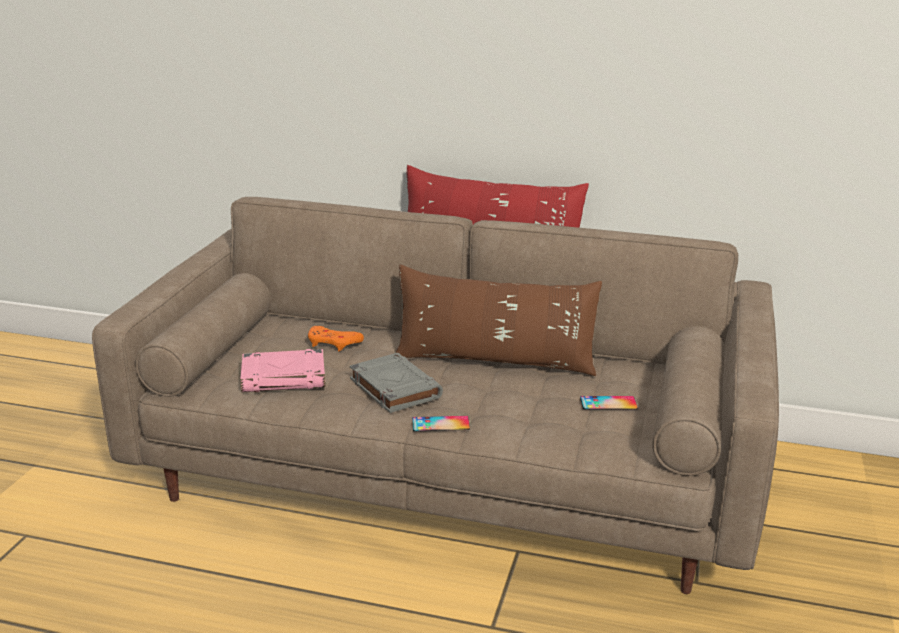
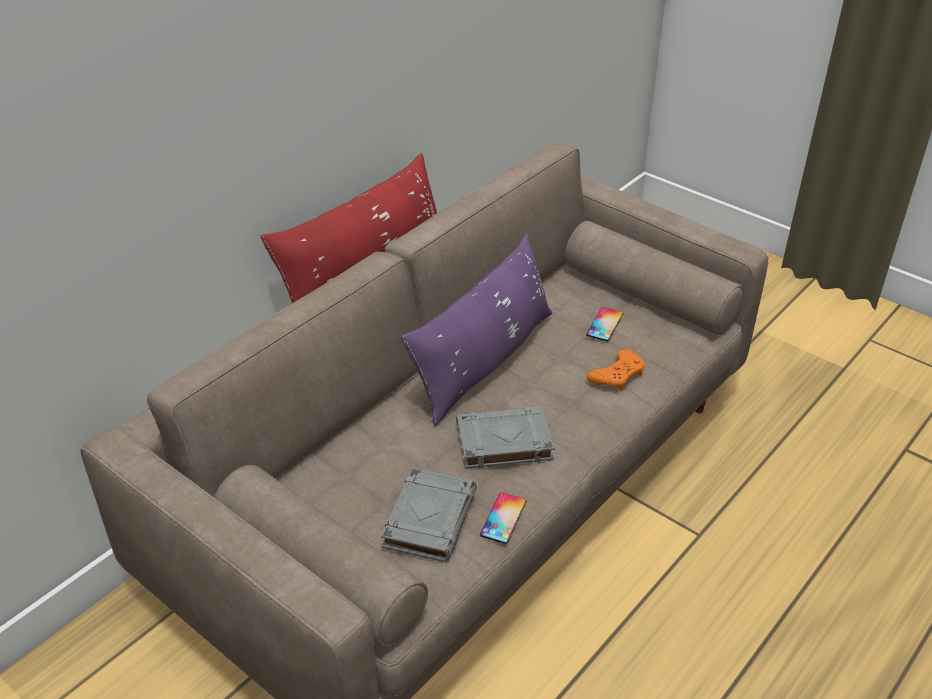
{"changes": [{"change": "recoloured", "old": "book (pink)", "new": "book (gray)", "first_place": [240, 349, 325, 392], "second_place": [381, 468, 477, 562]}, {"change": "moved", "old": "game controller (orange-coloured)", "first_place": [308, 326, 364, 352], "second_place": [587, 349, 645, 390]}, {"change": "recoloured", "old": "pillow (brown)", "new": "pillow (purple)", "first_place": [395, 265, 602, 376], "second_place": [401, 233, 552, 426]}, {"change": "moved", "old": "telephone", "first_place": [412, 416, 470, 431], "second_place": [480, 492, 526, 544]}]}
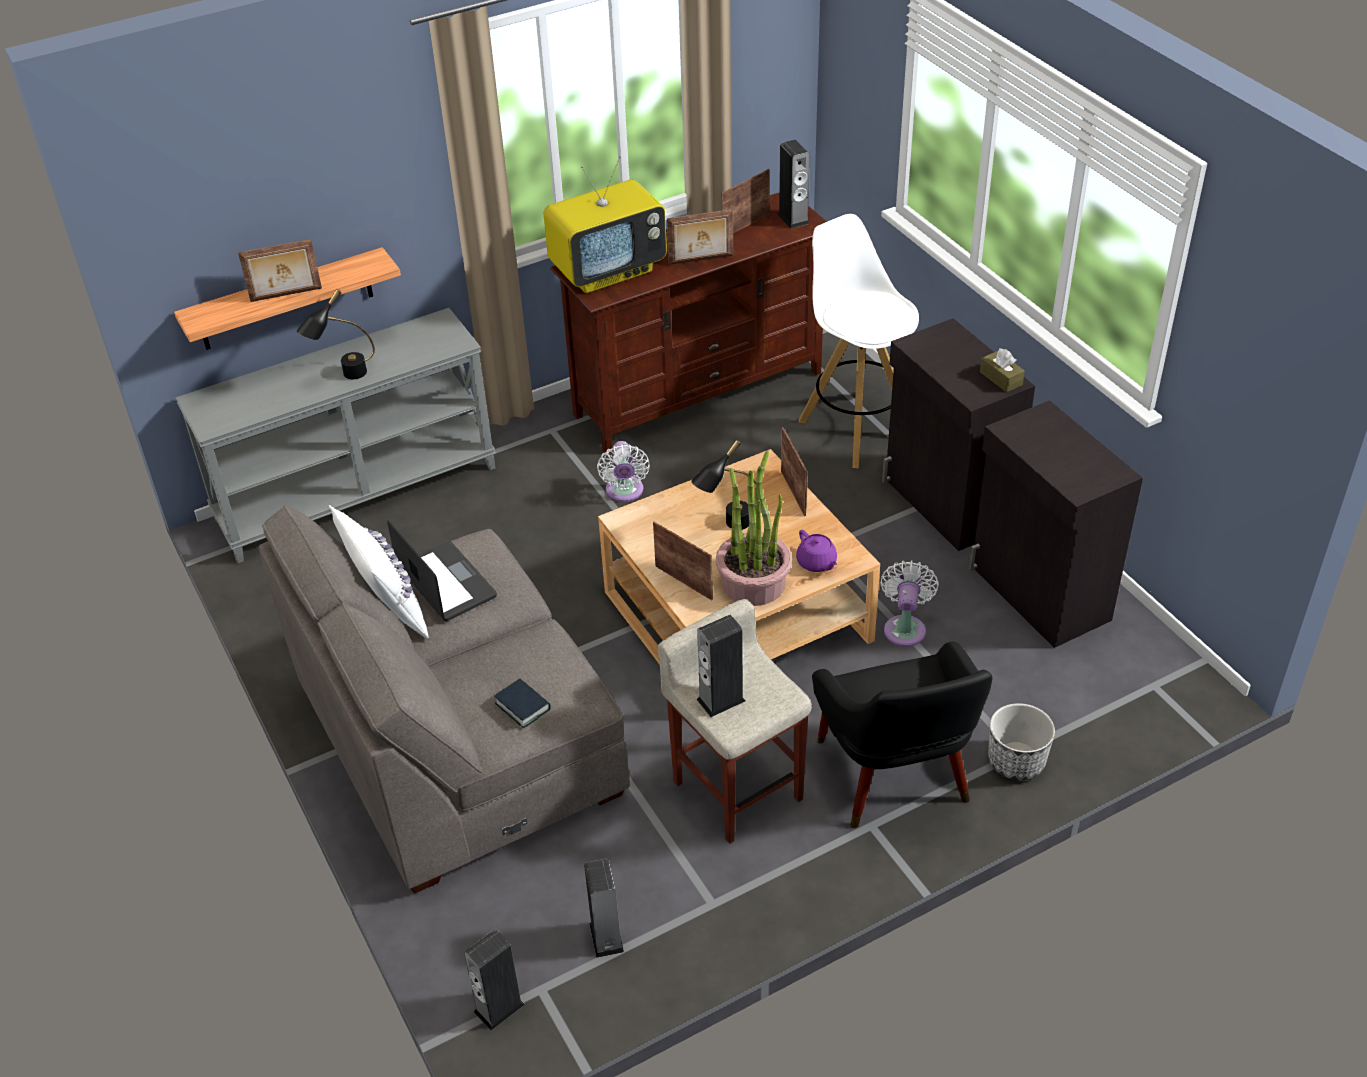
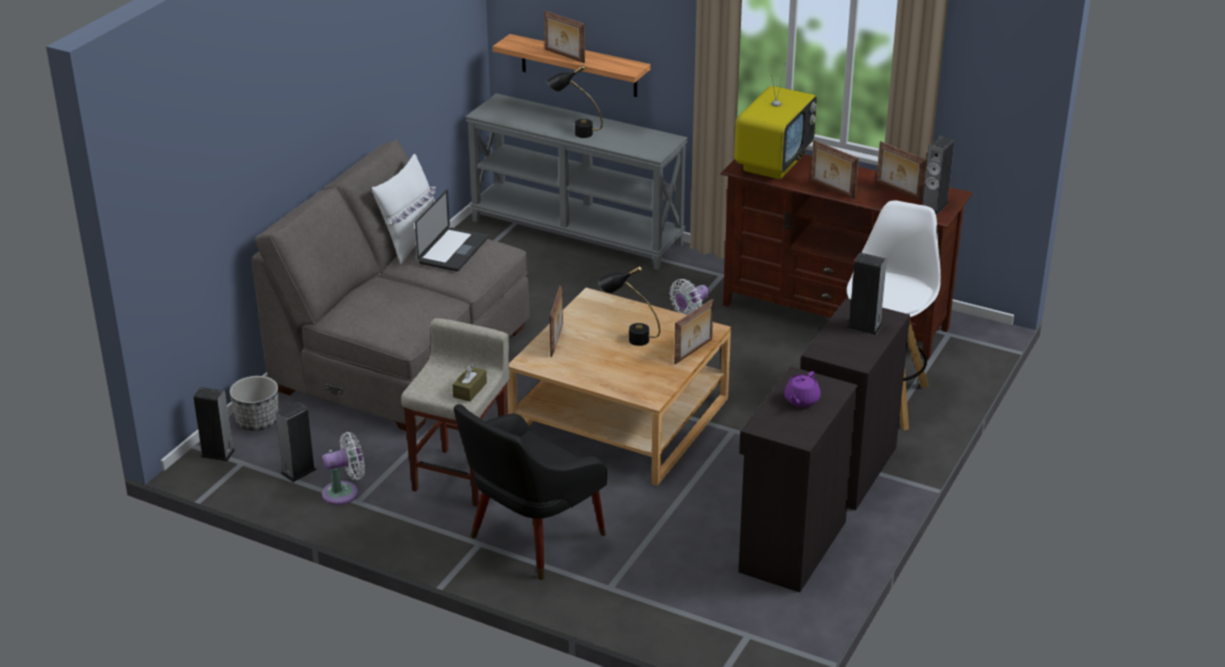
{"changes": [{"change": "removed", "old": "book", "first_place": [494, 679, 551, 729]}, {"change": "turned", "old": "TV set", "first_place": [544, 156, 667, 293], "second_place": [734, 62, 817, 179], "degrees": -90}, {"change": "moved", "old": "speaker", "first_place": [697, 615, 746, 717], "second_place": [847, 252, 887, 335]}, {"change": "removed", "old": "plant in a pot", "first_place": [716, 451, 792, 606]}, {"change": "turned", "old": "standing frame", "first_place": [722, 169, 770, 233], "second_place": [876, 141, 927, 201], "degrees": -150}, {"change": "moved", "old": "teapot (purple)", "first_place": [796, 530, 837, 572], "second_place": [784, 371, 821, 407]}, {"change": "moved", "old": "electric fan (white)", "first_place": [880, 560, 939, 647], "second_place": [322, 432, 365, 505]}, {"change": "moved", "old": "tissue box (brown)", "first_place": [980, 348, 1025, 392], "second_place": [452, 363, 487, 402]}, {"change": "moved", "old": "flower pot", "first_place": [988, 703, 1055, 780], "second_place": [230, 376, 279, 431]}]}
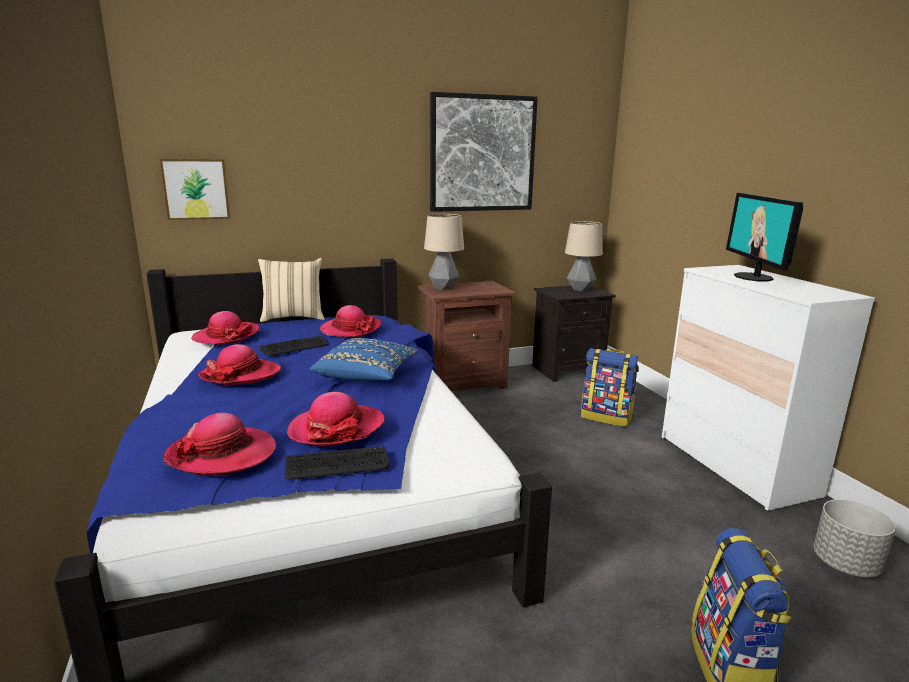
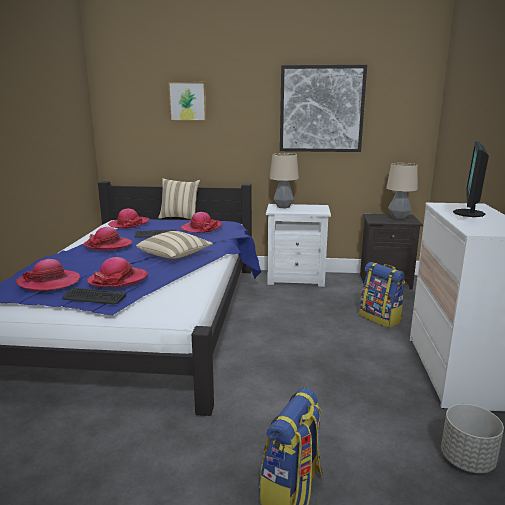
{"changes": [{"change": "moved", "old": "picture", "first_place": [160, 159, 230, 220], "second_place": [168, 82, 207, 121]}, {"change": "recoloured", "old": "pillow (bluish)", "new": "pillow (beige)", "first_place": [310, 338, 420, 381], "second_place": [136, 231, 213, 259]}, {"change": "recoloured", "old": "nightstand (brown)", "new": "nightstand (white)", "first_place": [417, 281, 516, 392], "second_place": [266, 204, 331, 287]}]}
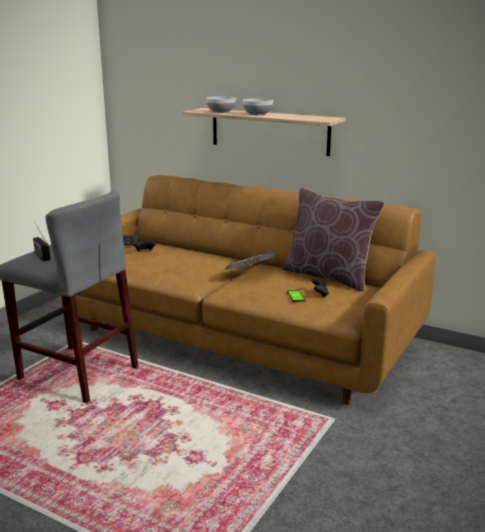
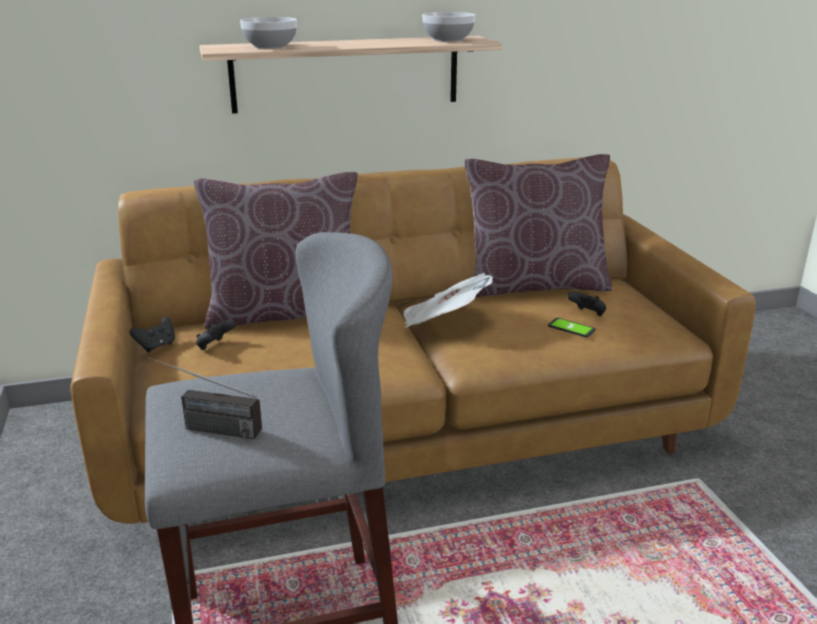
{"changes": [{"change": "moved", "old": "serving bowl", "first_place": [243, 98, 273, 115], "second_place": [422, 12, 475, 42]}, {"change": "added", "new": "pillow (brown)", "second_place": [194, 172, 358, 329]}]}
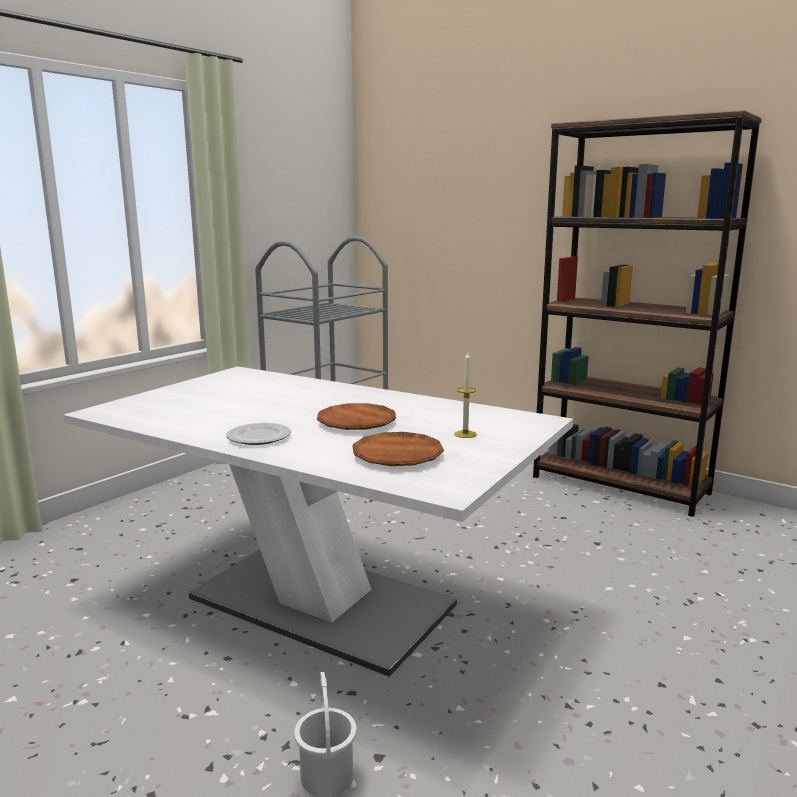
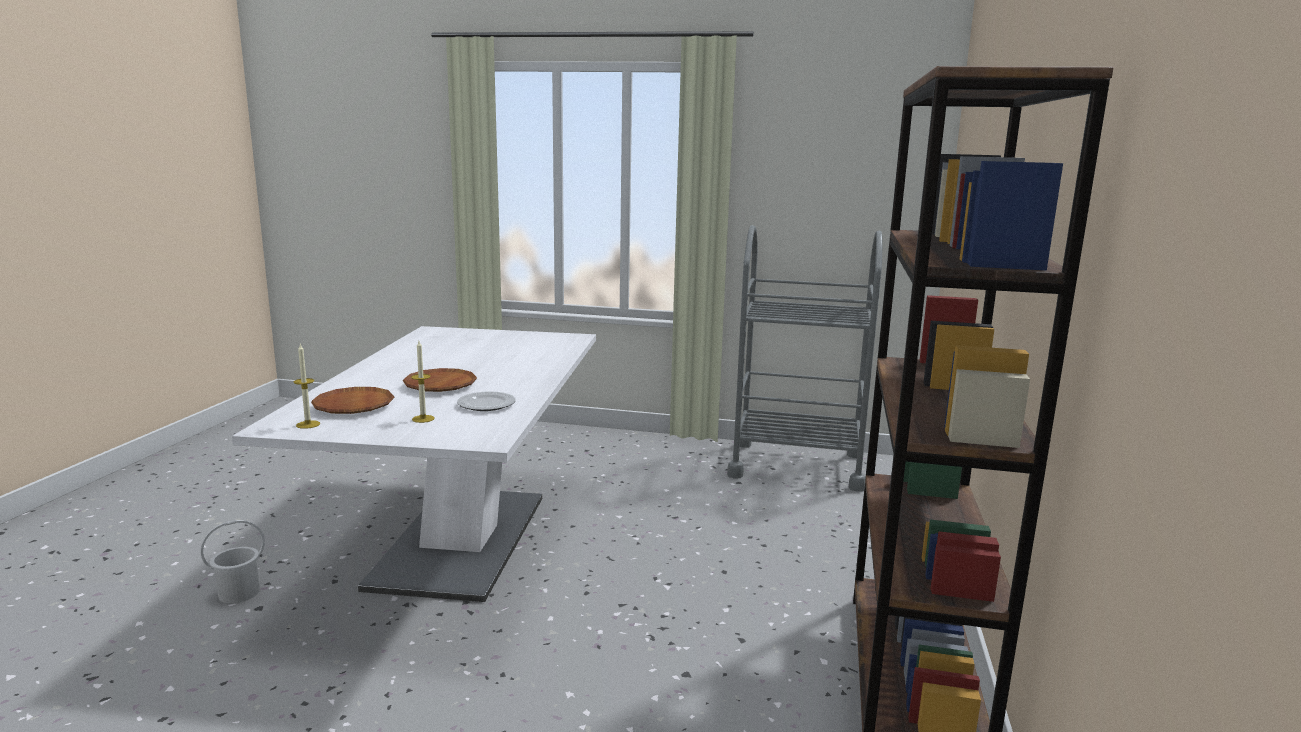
{"changes": [{"change": "moved", "old": "plate", "first_place": [226, 423, 291, 445], "second_place": [457, 391, 516, 411]}, {"change": "added", "new": "candle", "second_place": [294, 344, 320, 429]}]}
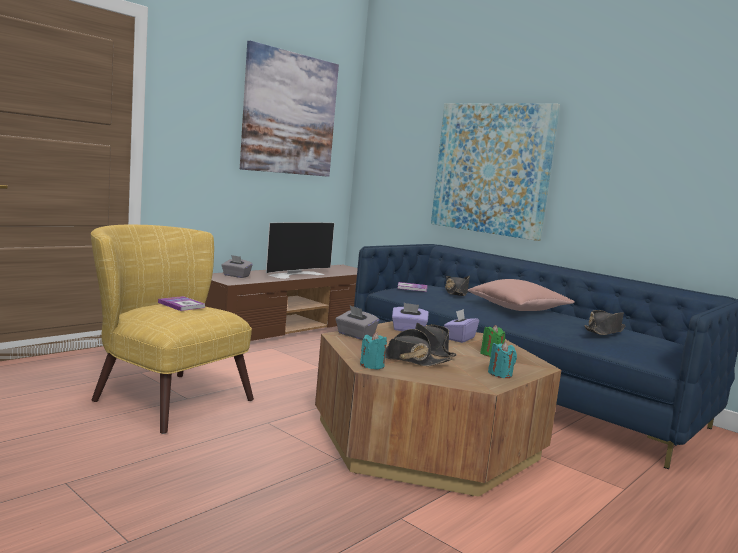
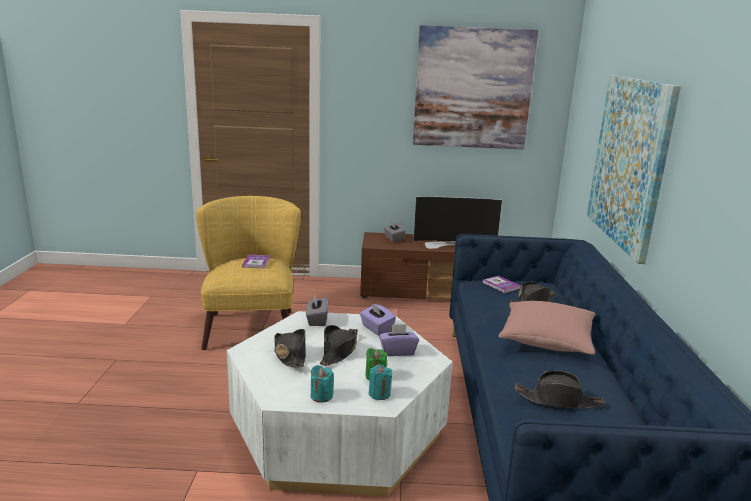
{"changes": [{"change": "recoloured", "old": "coffee table (brown)", "new": "coffee table (white)", "first_place": [315, 321, 561, 497], "second_place": [227, 311, 453, 496]}, {"change": "moved", "old": "candle (turquoise)", "first_place": [360, 332, 387, 370], "second_place": [369, 364, 392, 400]}]}
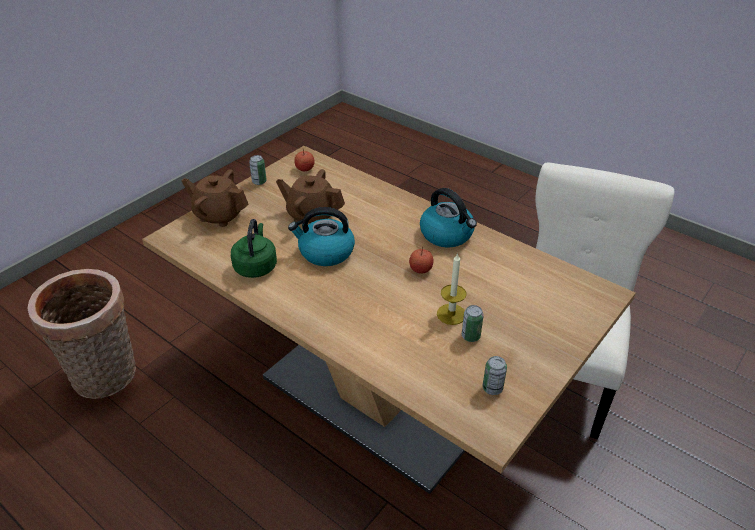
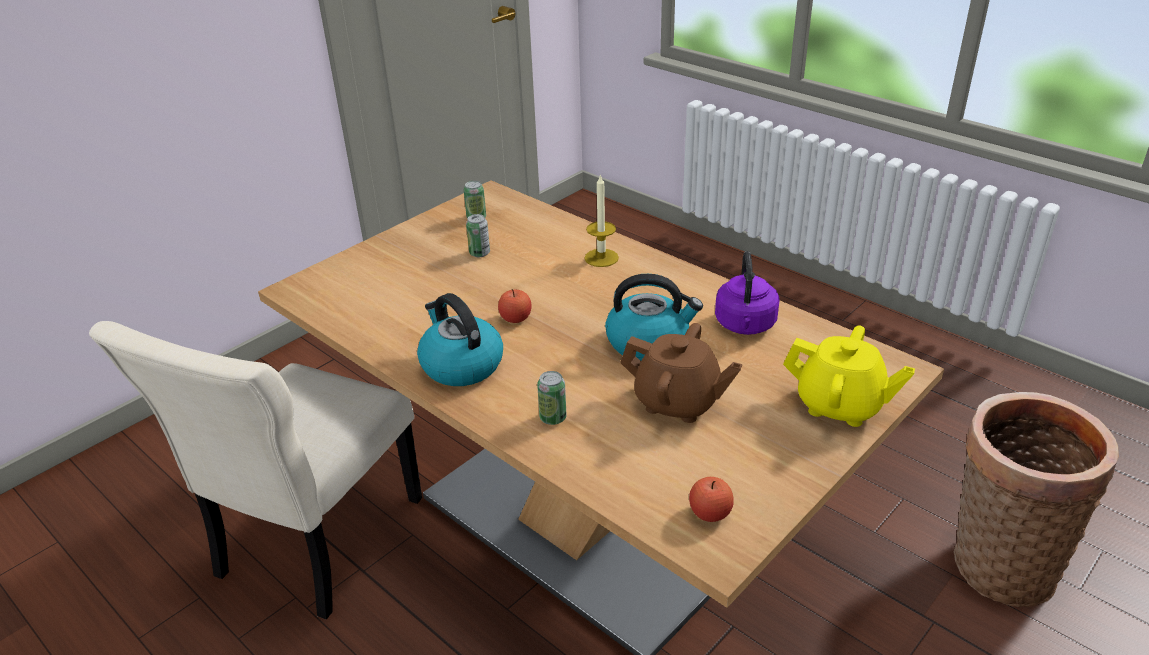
{"changes": [{"change": "recoloured", "old": "teapot (brown)", "new": "teapot (yellow-coloured)", "first_place": [182, 169, 249, 227], "second_place": [783, 326, 915, 427]}, {"change": "recoloured", "old": "water kettle (green)", "new": "water kettle (purple)", "first_place": [231, 219, 277, 278], "second_place": [715, 251, 780, 335]}, {"change": "moved", "old": "can", "first_place": [249, 155, 267, 185], "second_place": [537, 371, 567, 425]}, {"change": "moved", "old": "candle", "first_place": [437, 253, 466, 325], "second_place": [584, 174, 619, 267]}]}
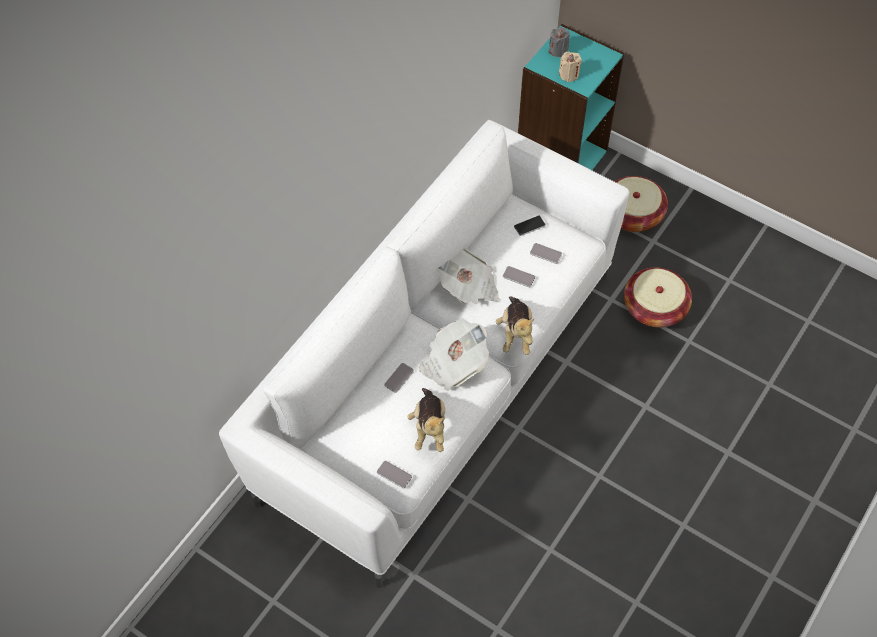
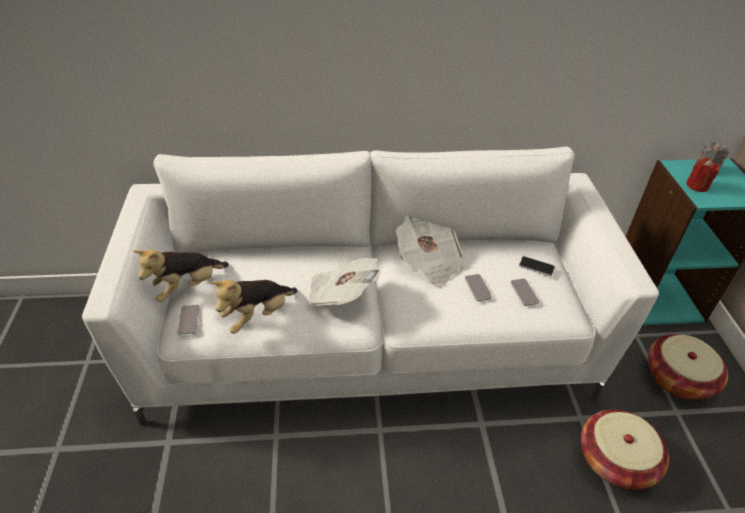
{"changes": [{"change": "removed", "old": "telephone", "first_place": [384, 363, 414, 393]}, {"change": "moved", "old": "soft toy", "first_place": [496, 297, 534, 355], "second_place": [133, 249, 229, 302]}, {"change": "recoloured", "old": "candle (beige)", "new": "candle (red)", "first_place": [559, 52, 582, 82], "second_place": [686, 158, 720, 192]}]}
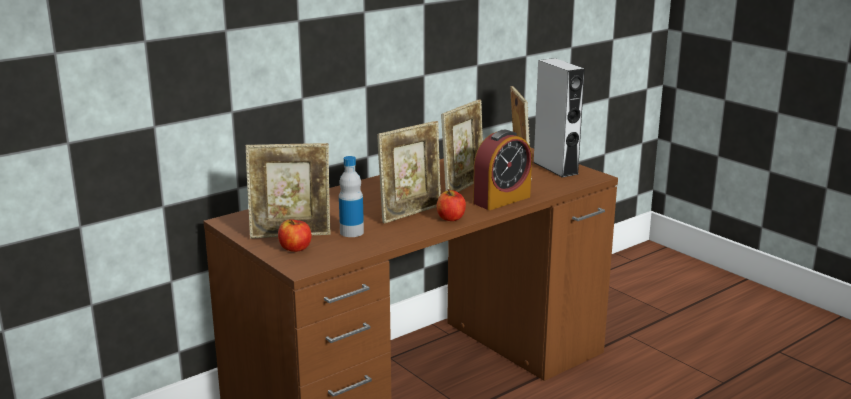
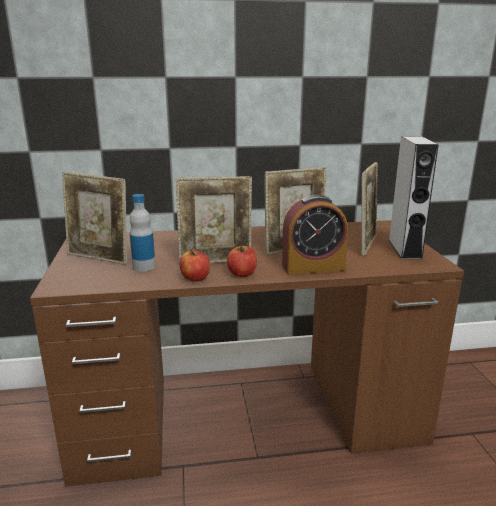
{"changes": [{"change": "moved", "old": "apple", "first_place": [278, 219, 311, 252], "second_place": [180, 249, 210, 281]}]}
